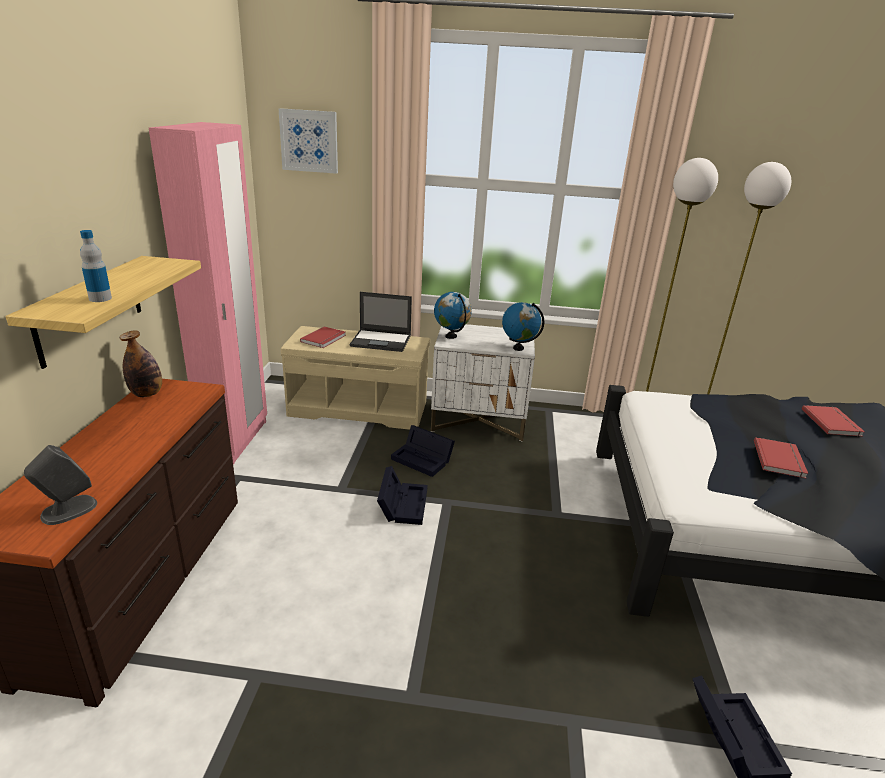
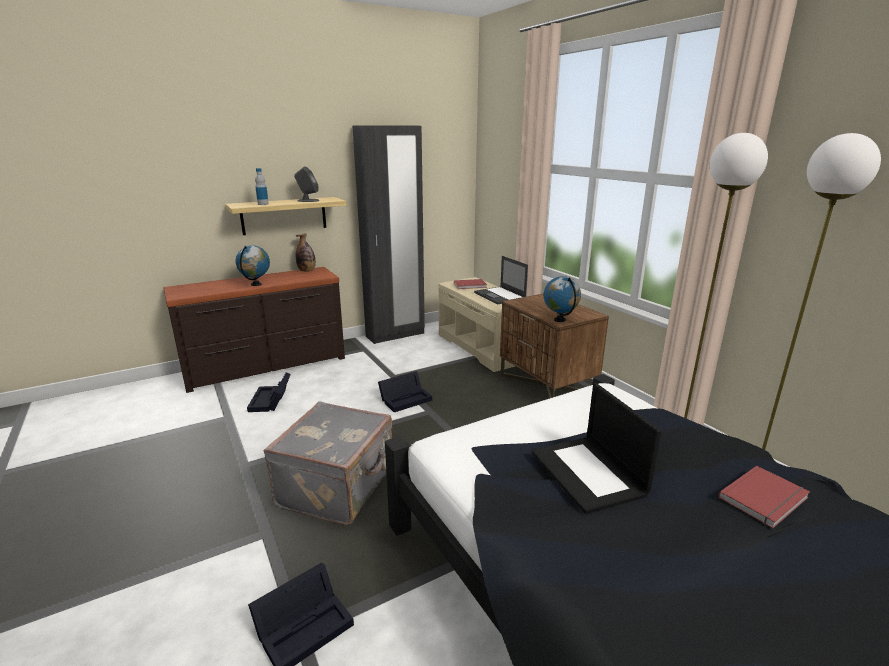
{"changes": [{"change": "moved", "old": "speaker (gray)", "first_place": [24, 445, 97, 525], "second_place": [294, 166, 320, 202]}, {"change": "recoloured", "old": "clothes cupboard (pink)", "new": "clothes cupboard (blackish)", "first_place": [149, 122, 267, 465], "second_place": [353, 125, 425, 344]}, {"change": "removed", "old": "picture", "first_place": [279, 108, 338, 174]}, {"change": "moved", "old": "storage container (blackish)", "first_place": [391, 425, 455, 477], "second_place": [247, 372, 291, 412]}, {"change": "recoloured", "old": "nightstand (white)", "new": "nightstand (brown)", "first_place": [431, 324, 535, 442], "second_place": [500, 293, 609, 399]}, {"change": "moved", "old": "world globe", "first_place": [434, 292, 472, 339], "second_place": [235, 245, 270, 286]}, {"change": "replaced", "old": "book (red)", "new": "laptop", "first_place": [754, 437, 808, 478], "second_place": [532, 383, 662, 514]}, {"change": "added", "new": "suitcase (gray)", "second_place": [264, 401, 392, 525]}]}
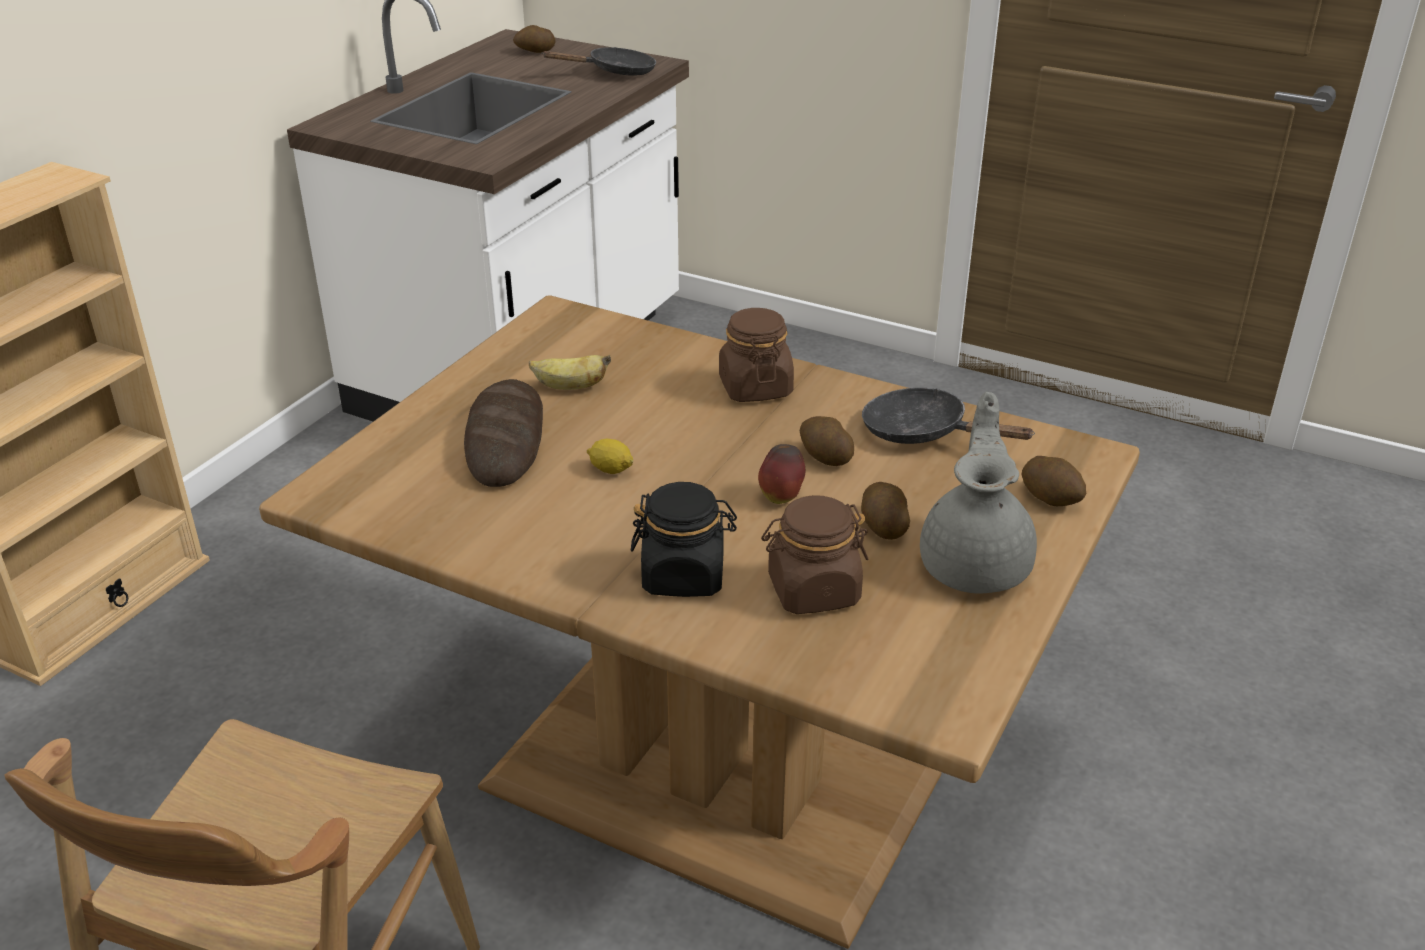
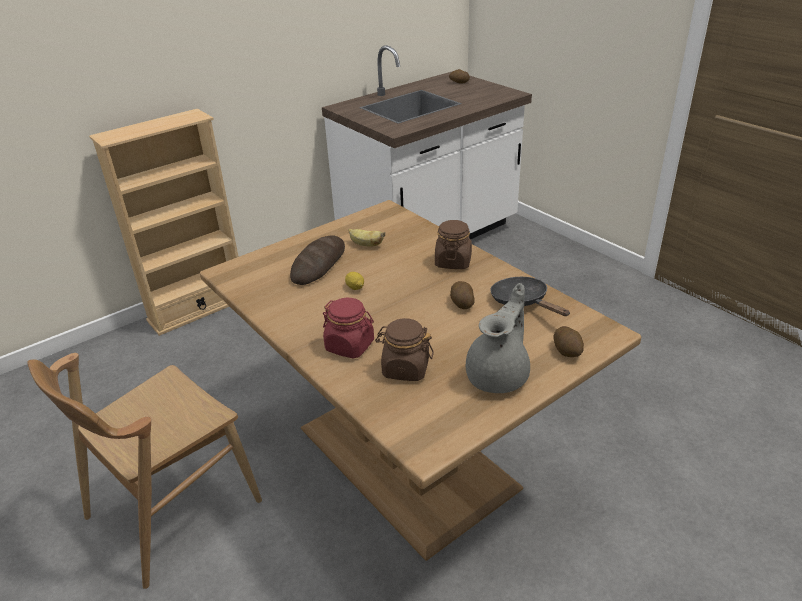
{"changes": [{"change": "removed", "old": "frying pan (blackish)", "first_place": [542, 47, 656, 76]}, {"change": "recoloured", "old": "preserve jar (blackish)", "new": "preserve jar (red)", "first_place": [631, 482, 737, 597], "second_place": [323, 298, 374, 358]}, {"change": "removed", "old": "apple", "first_place": [758, 444, 805, 504]}, {"change": "removed", "old": "spud", "first_place": [861, 482, 910, 540]}]}
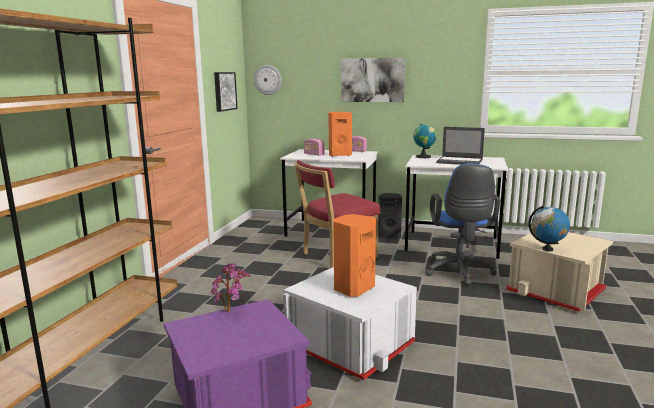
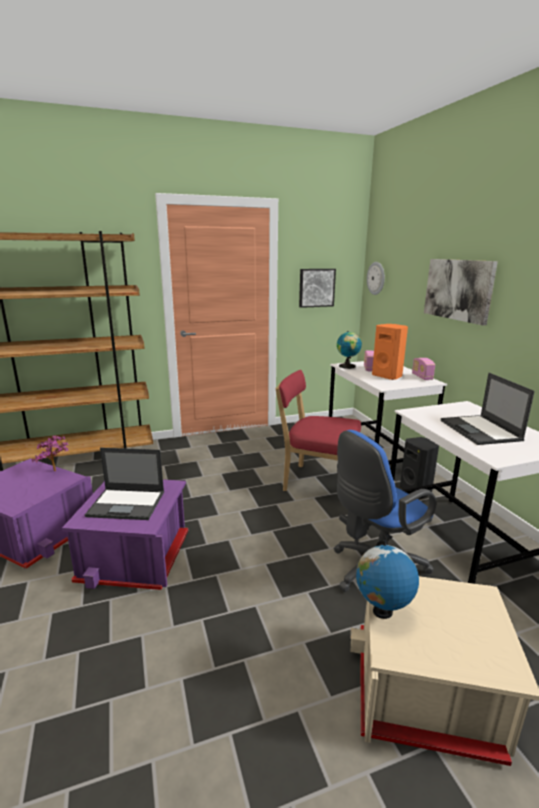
{"changes": [{"change": "recoloured", "old": "storage container (white)", "new": "storage container (purple)", "first_place": [283, 267, 417, 380], "second_place": [62, 479, 188, 590]}, {"change": "replaced", "old": "speaker (orange-coloured)", "new": "laptop", "first_place": [333, 214, 376, 297], "second_place": [85, 448, 164, 520]}, {"change": "moved", "old": "world globe", "first_place": [413, 124, 437, 158], "second_place": [337, 331, 362, 369]}]}
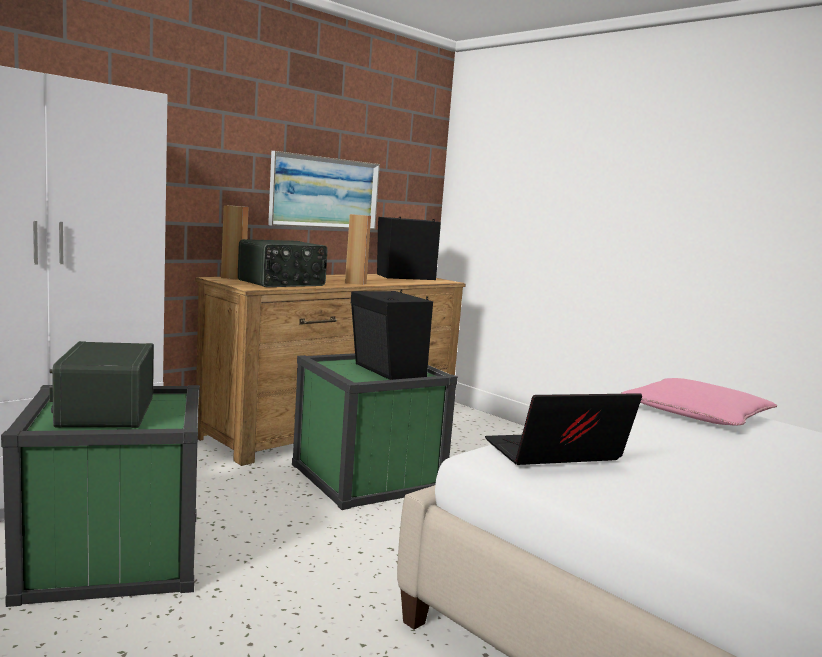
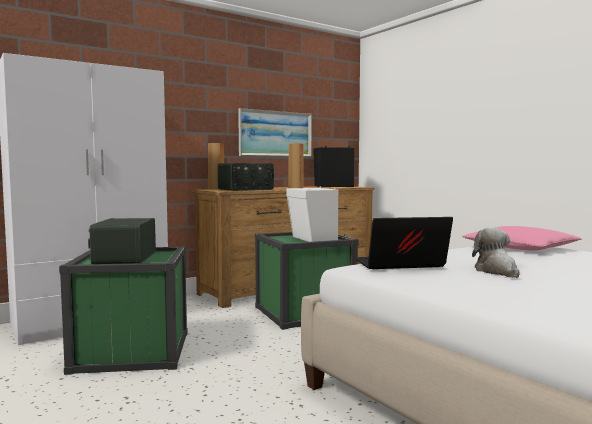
{"changes": [{"change": "recoloured", "old": "speaker (blackish)", "new": "speaker (white)", "first_place": [351, 289, 433, 380], "second_place": [286, 186, 338, 242]}, {"change": "added", "new": "soft toy", "second_place": [472, 227, 520, 278]}]}
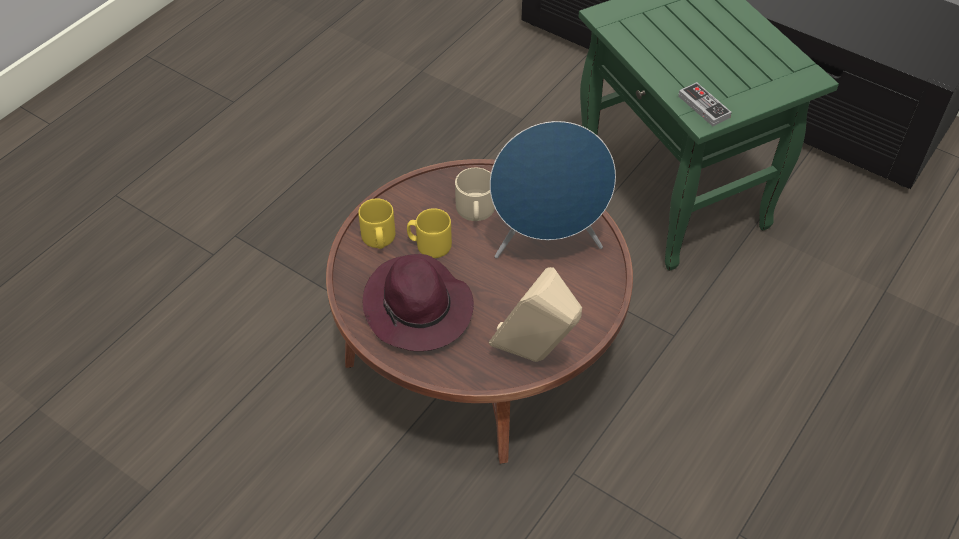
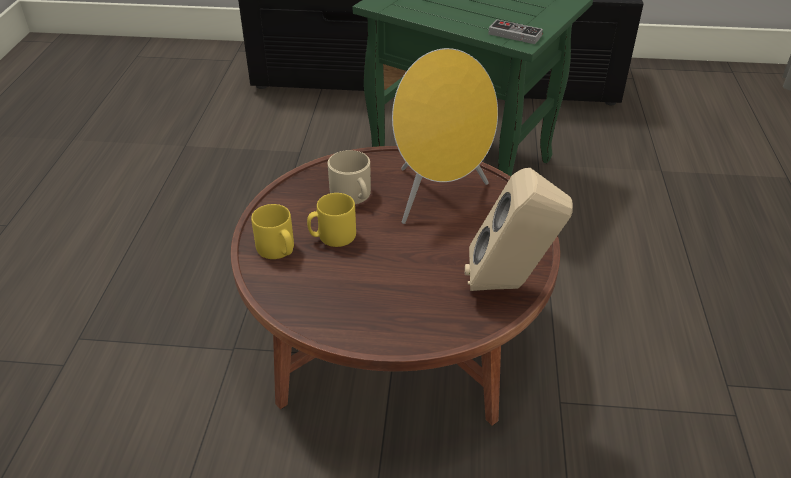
{"changes": [{"change": "removed", "old": "hat (purple)", "first_place": [363, 254, 474, 351]}, {"change": "recoloured", "old": "speaker (bluish)", "new": "speaker (yellow-coloured)", "first_place": [490, 121, 616, 258], "second_place": [392, 48, 498, 224]}]}
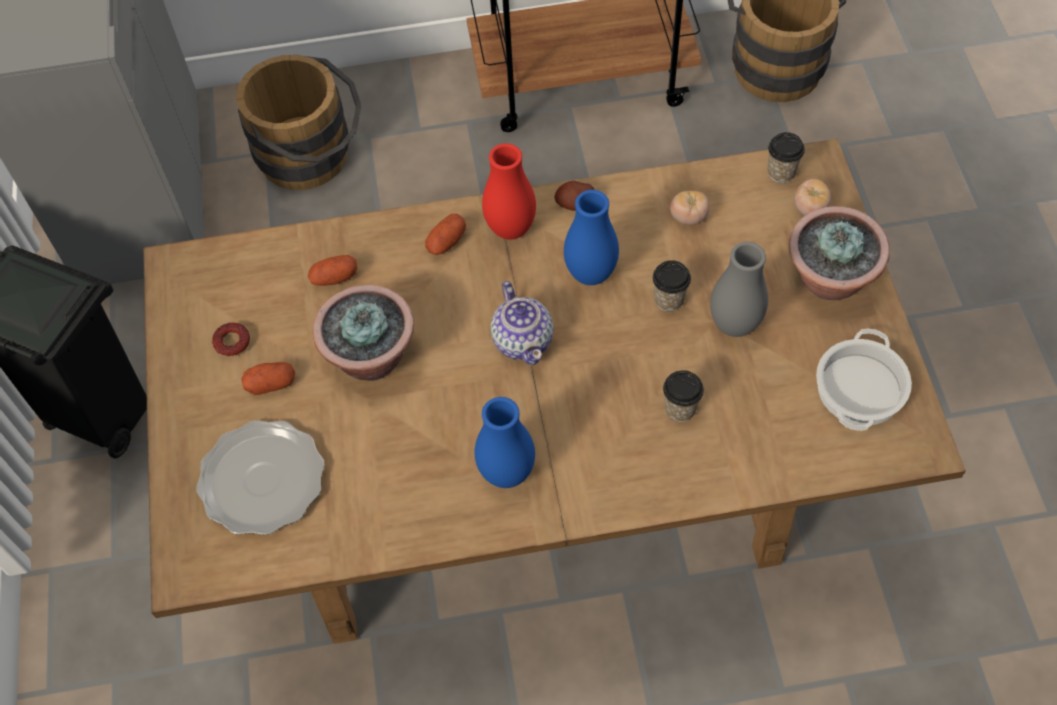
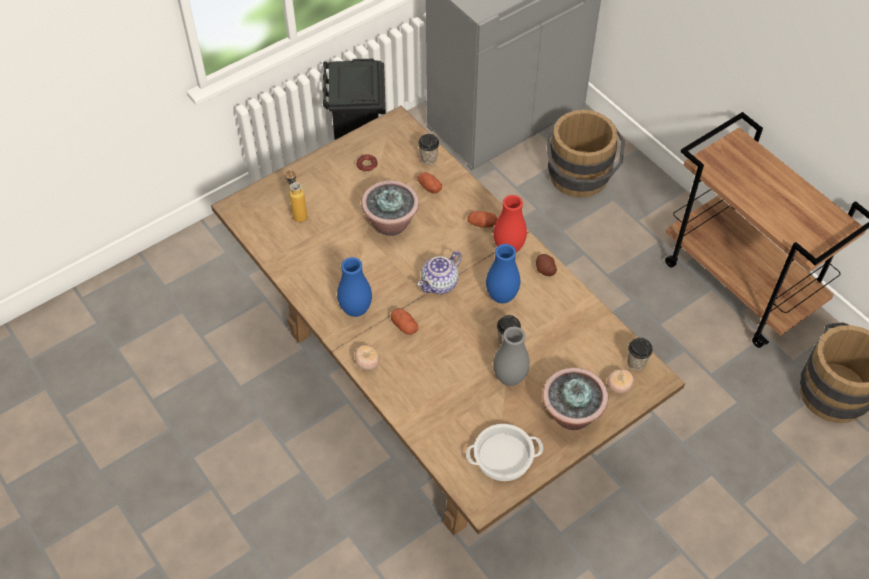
{"changes": [{"change": "replaced", "old": "plate", "new": "beverage bottle", "first_place": [196, 420, 325, 535], "second_place": [285, 168, 307, 223]}, {"change": "moved", "old": "spud", "first_place": [241, 362, 295, 395], "second_place": [391, 308, 418, 335]}, {"change": "moved", "old": "cup", "first_place": [663, 370, 704, 422], "second_place": [418, 134, 439, 164]}, {"change": "moved", "old": "whole tomato", "first_place": [670, 191, 710, 225], "second_place": [354, 345, 380, 370]}]}
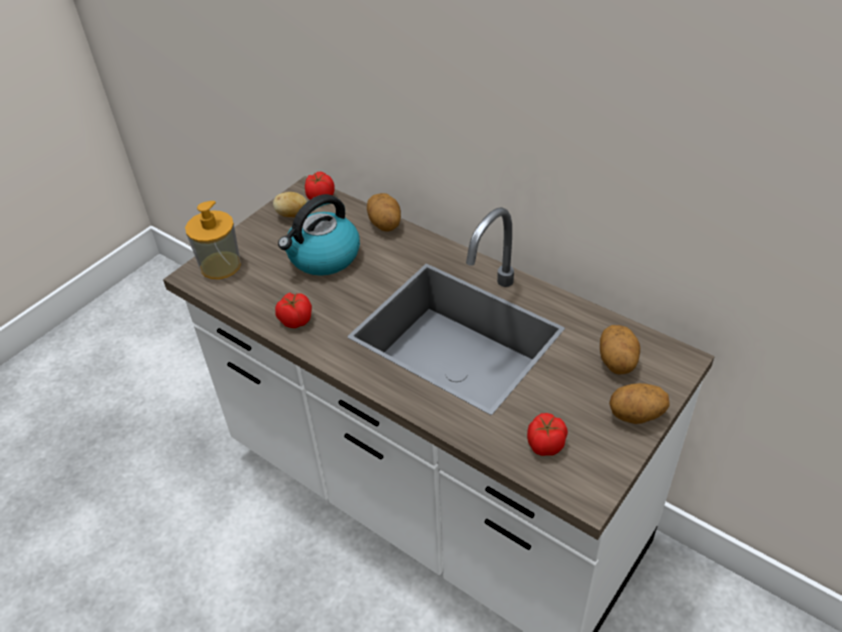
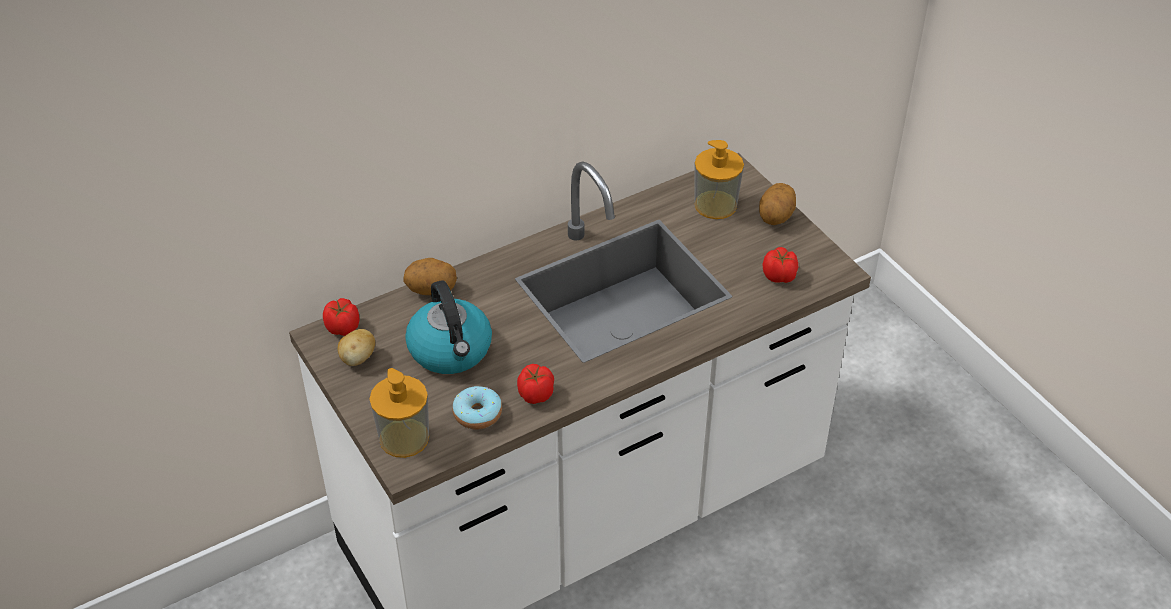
{"changes": [{"change": "replaced", "old": "spud", "new": "liquid soap bottle", "first_place": [600, 325, 640, 375], "second_place": [694, 140, 744, 219]}, {"change": "added", "new": "ring doughnut", "second_place": [452, 386, 502, 430]}]}
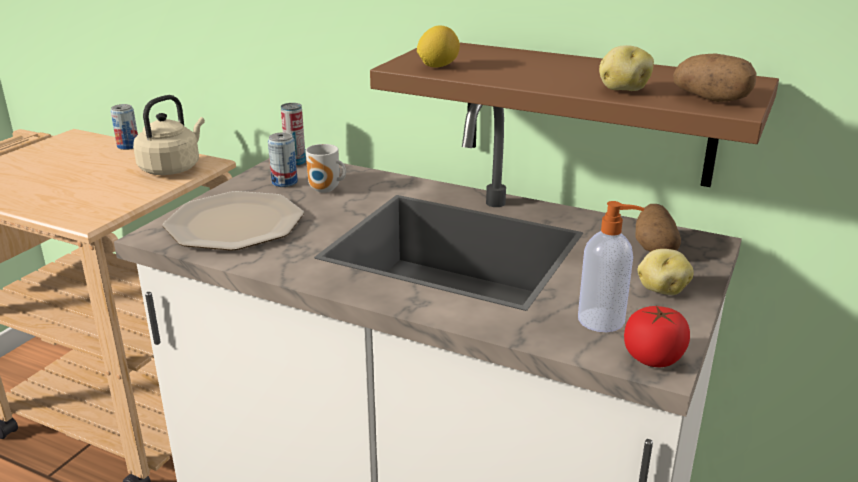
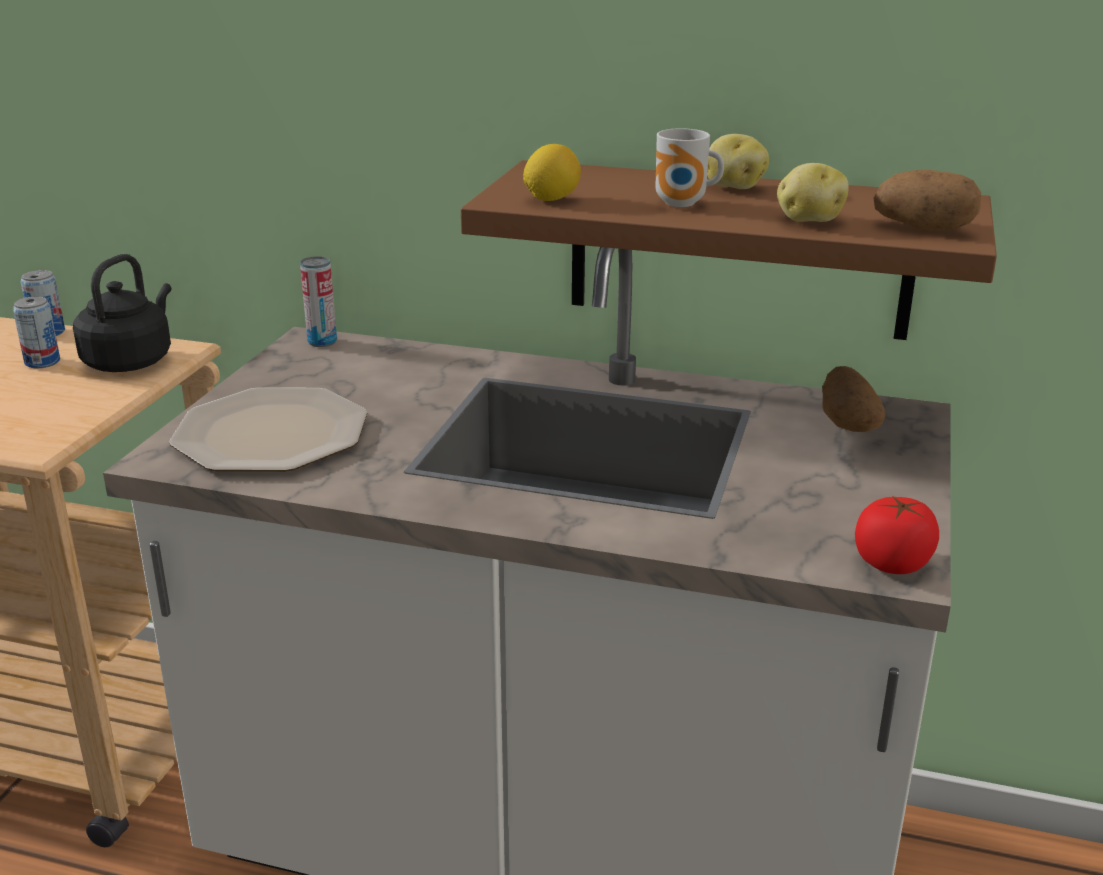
{"changes": [{"change": "recoloured", "old": "water kettle (beige)", "new": "water kettle (blackish)", "first_place": [133, 95, 205, 175], "second_place": [73, 254, 171, 372]}, {"change": "moved", "old": "can", "first_place": [268, 133, 298, 187], "second_place": [13, 296, 60, 368]}, {"change": "moved", "old": "mug", "first_place": [306, 144, 346, 193], "second_place": [655, 128, 724, 207]}, {"change": "removed", "old": "liquid soap bottle", "first_place": [578, 201, 644, 332]}, {"change": "moved", "old": "spud", "first_place": [637, 249, 694, 295], "second_place": [707, 134, 769, 189]}]}
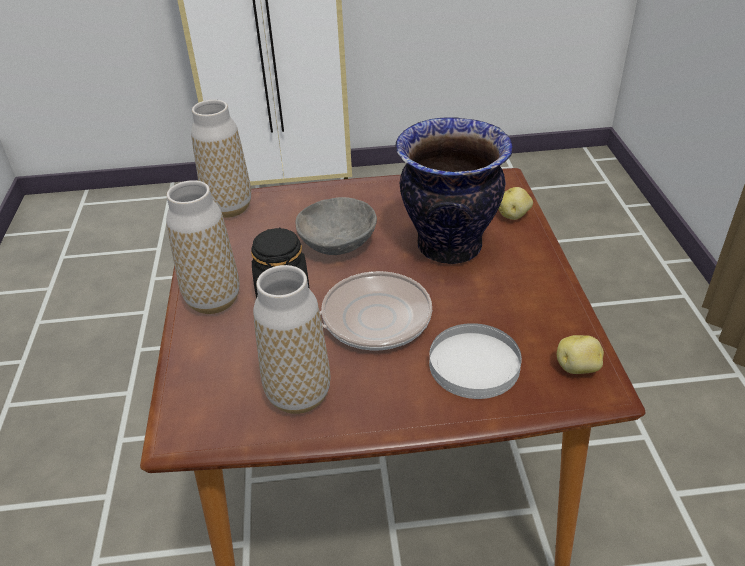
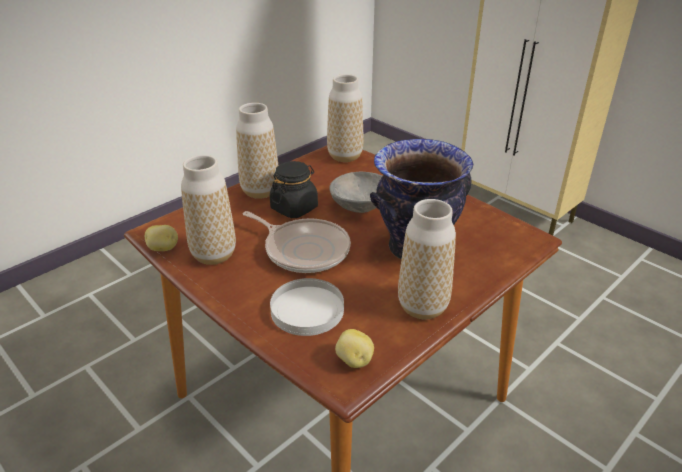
{"changes": [{"change": "moved", "old": "spud", "first_place": [499, 187, 533, 220], "second_place": [145, 225, 178, 251]}, {"change": "added", "new": "vase", "second_place": [398, 199, 456, 319]}]}
